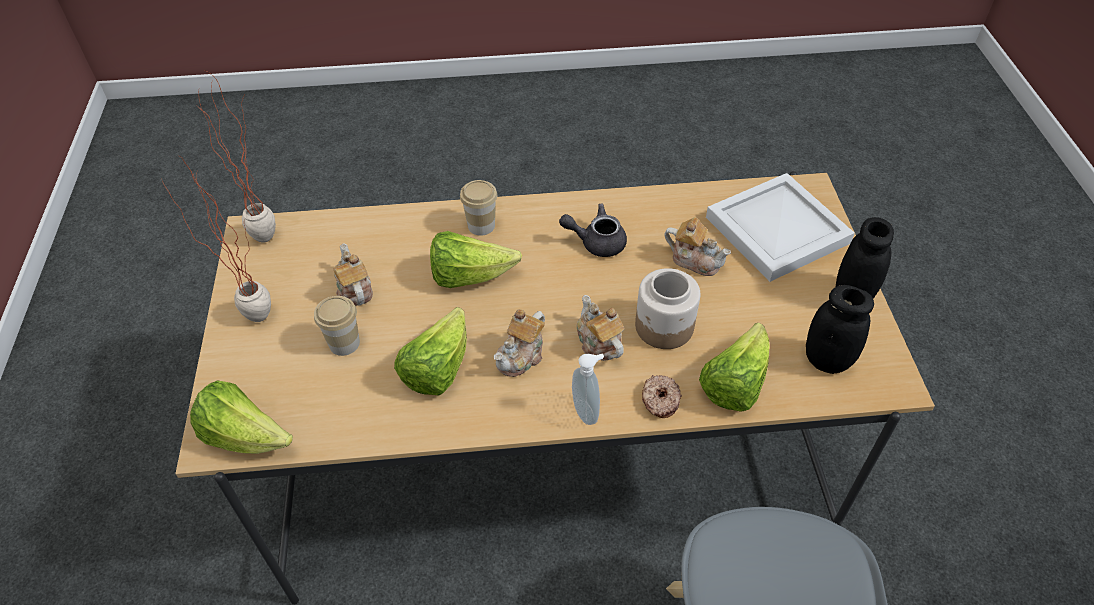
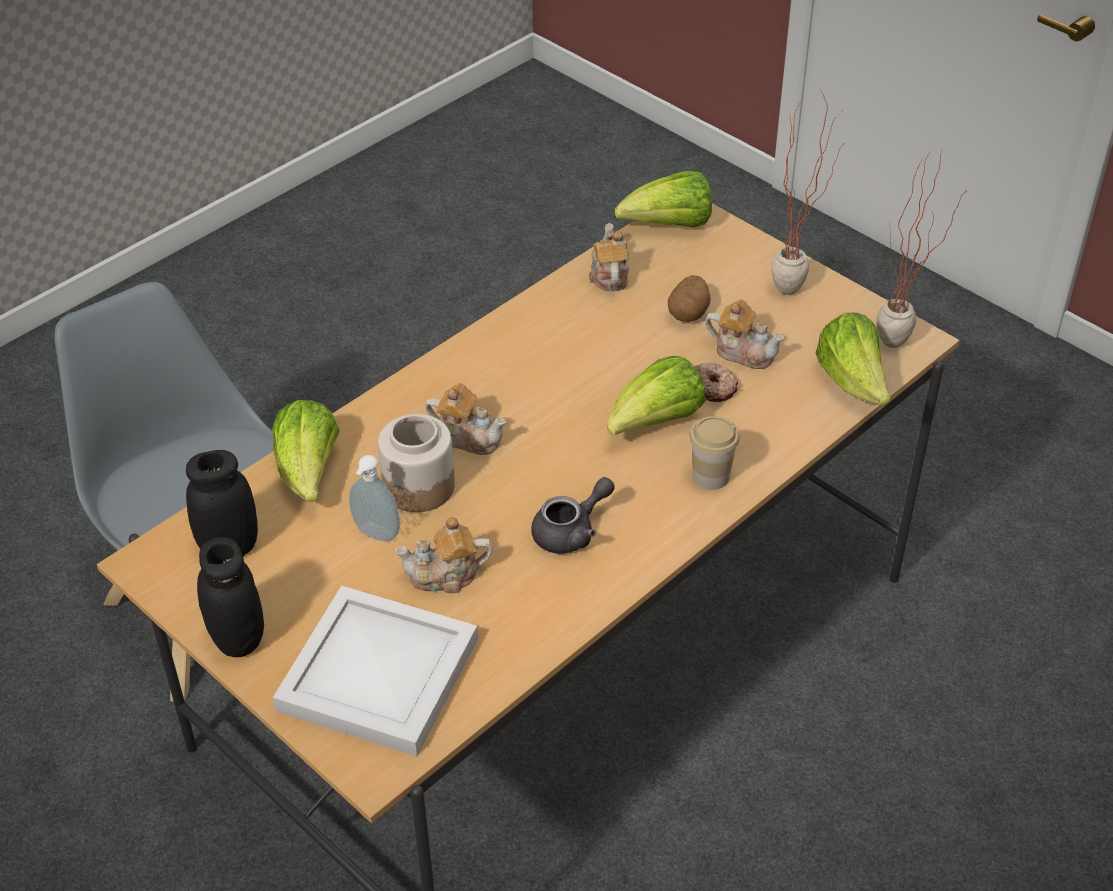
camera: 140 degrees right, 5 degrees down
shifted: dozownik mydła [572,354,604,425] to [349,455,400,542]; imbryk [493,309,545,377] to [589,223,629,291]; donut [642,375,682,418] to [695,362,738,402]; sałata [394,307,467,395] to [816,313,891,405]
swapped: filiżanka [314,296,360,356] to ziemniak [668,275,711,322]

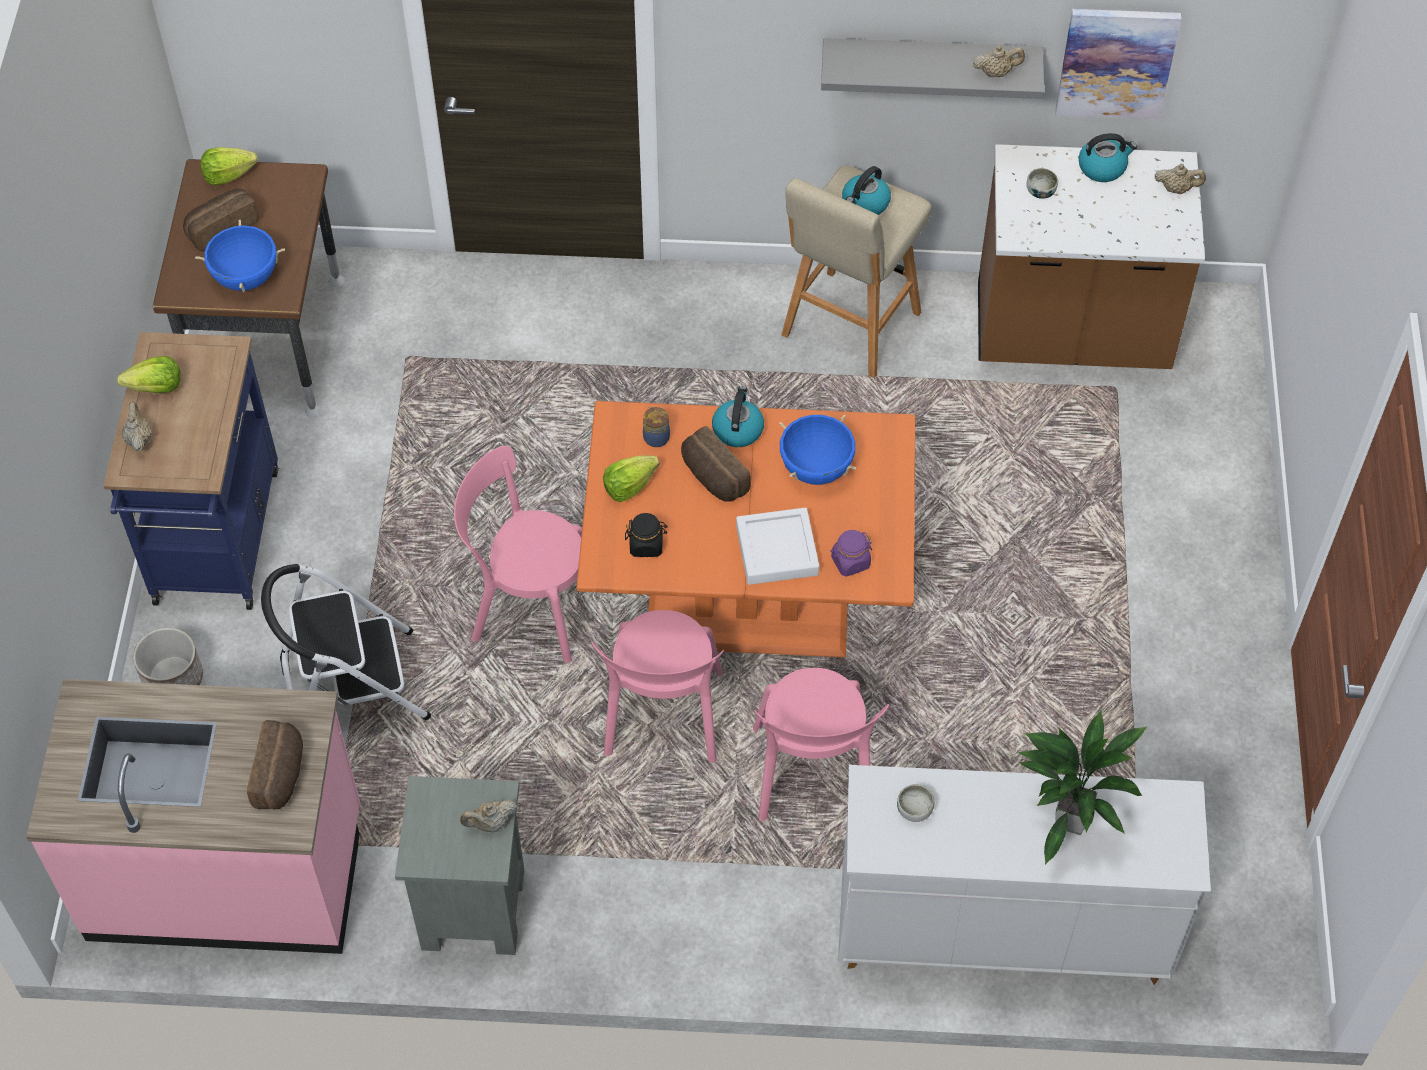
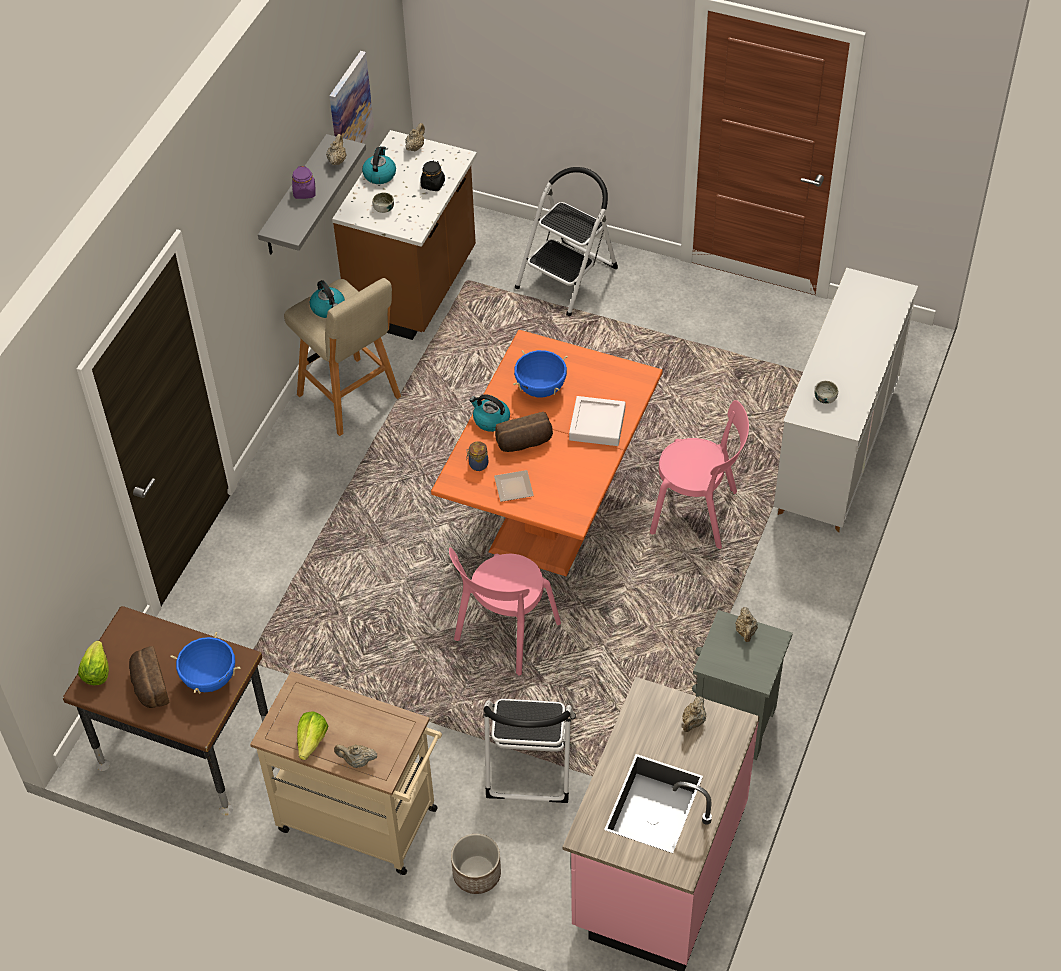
camera: 70 degrees left, 5 degrees down
gone: krzesło/różowy [591,610,724,763]; roślina doniczkowa [1018,710,1148,864]
new: drabinka [515,167,618,316]
shifted: słoik/fioletowy [831,530,872,577] to [292,166,315,199]; słoik/czarny [625,513,668,557] to [420,160,445,191]
swapped: sałata [603,456,660,502] to talerz [494,470,534,502]; chleb [247,720,303,809] to imbryk/beżowy [682,697,706,732]
repainted: wózek/niebieski [104,332,280,610] to wózek/beżowy [250,671,442,875]

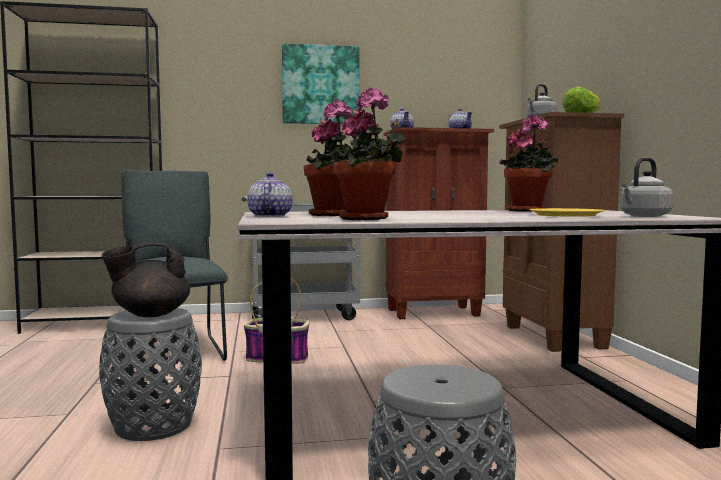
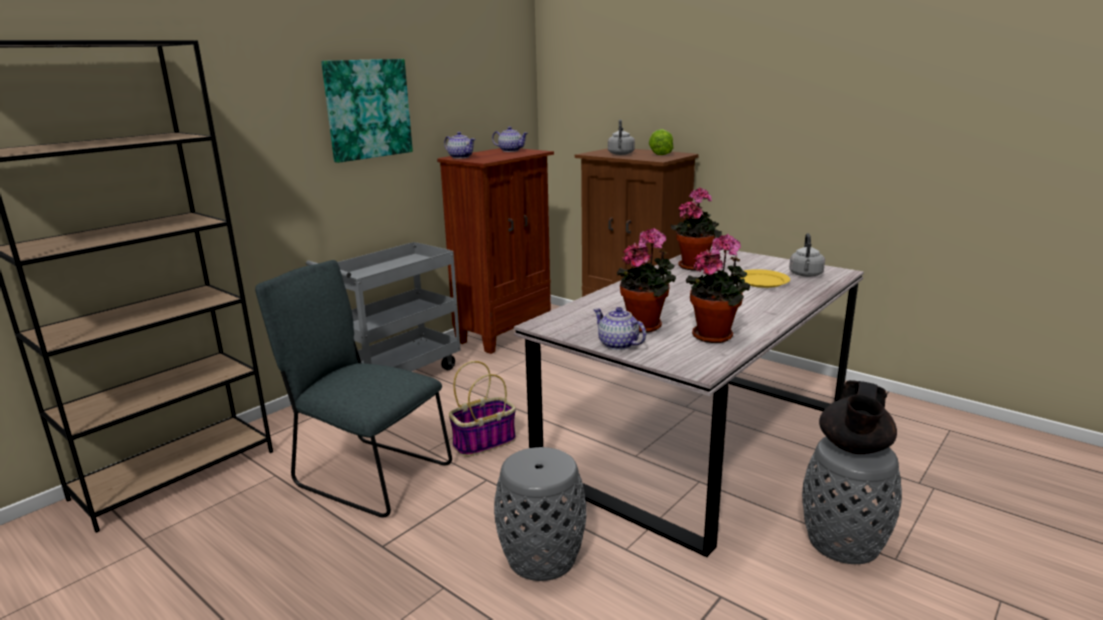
camera: 40 degrees left, 15 degrees up
shifted: imbryk/czarny [101,242,190,317] to [819,380,897,454]

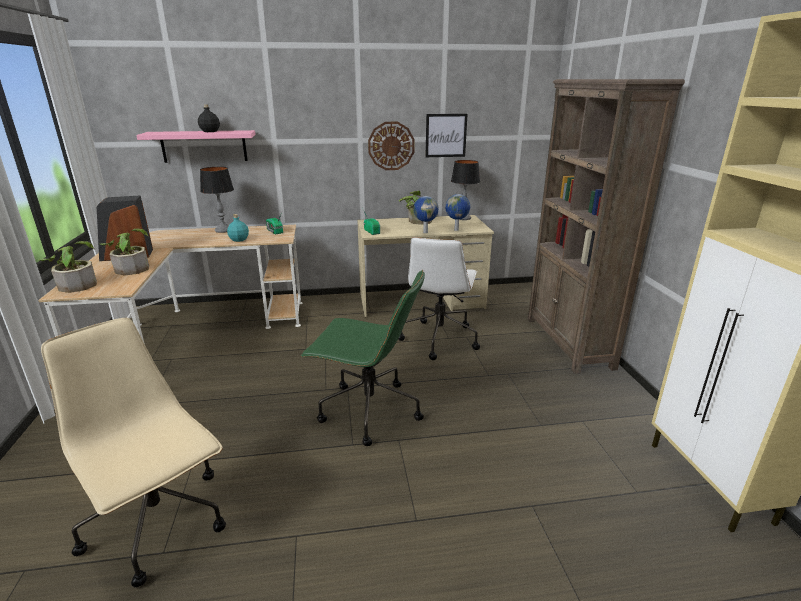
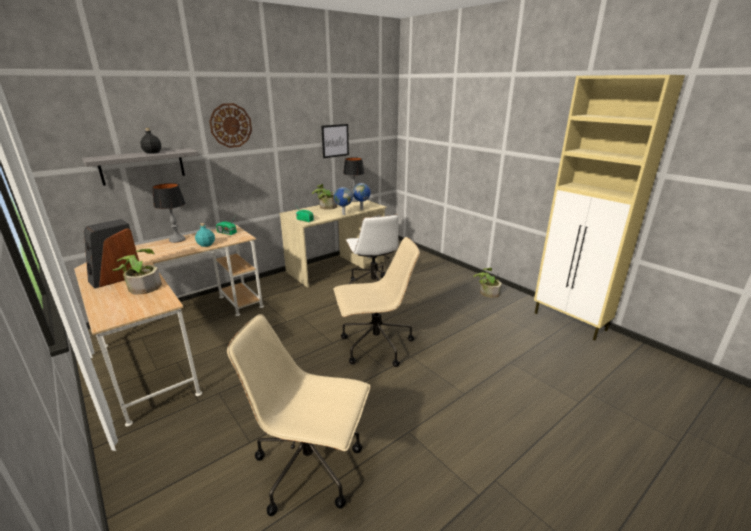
camera: 30 degrees left, 0 degrees up
gone: regał/brązowy [527,79,685,374]
shifted: zegar ścienny [368,122,415,170] to [209,103,252,148]; roślina doniczkowa [39,241,97,293] to [473,268,502,298]
repainted: półka/różowy [136,130,256,163] to półka/szary [82,148,199,186]; krzesło biurowe/zielony [301,270,425,446] to krzesło biurowe/beżowy [334,237,420,367]

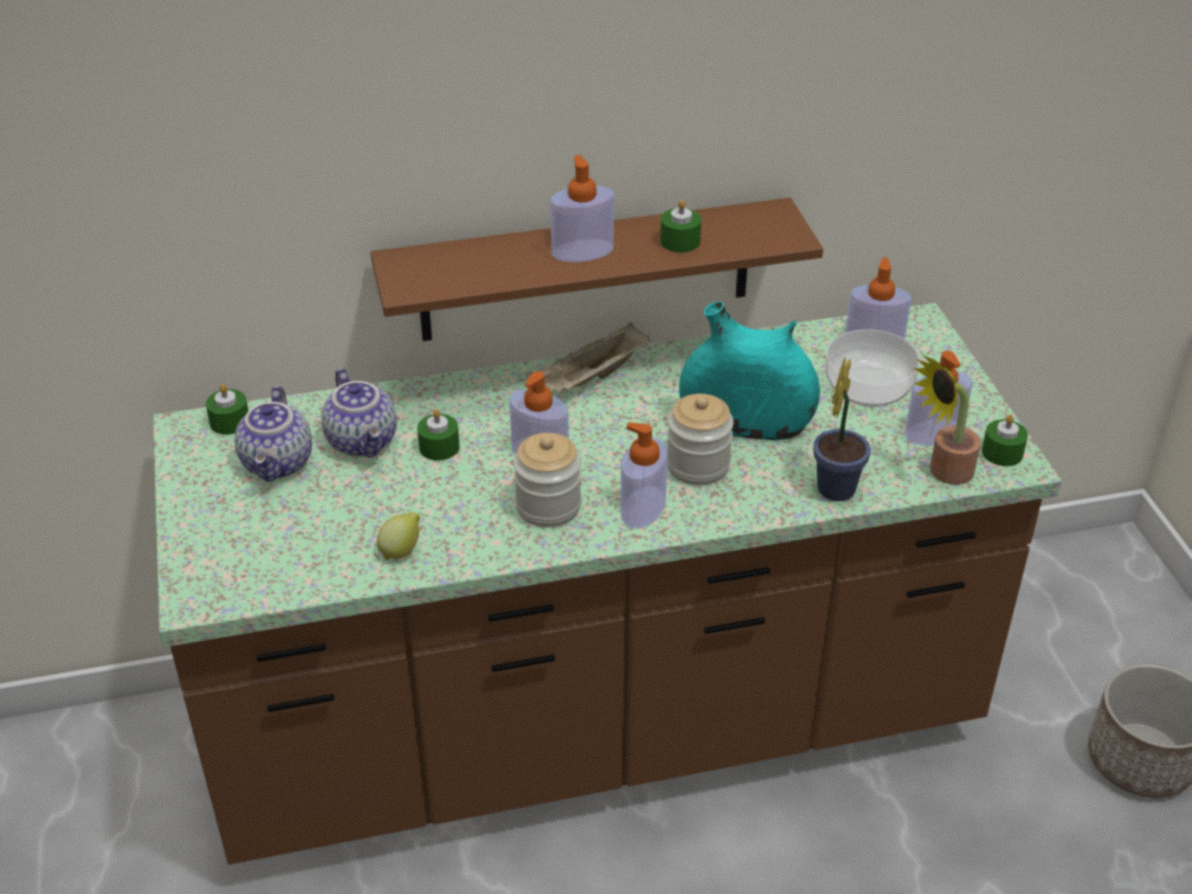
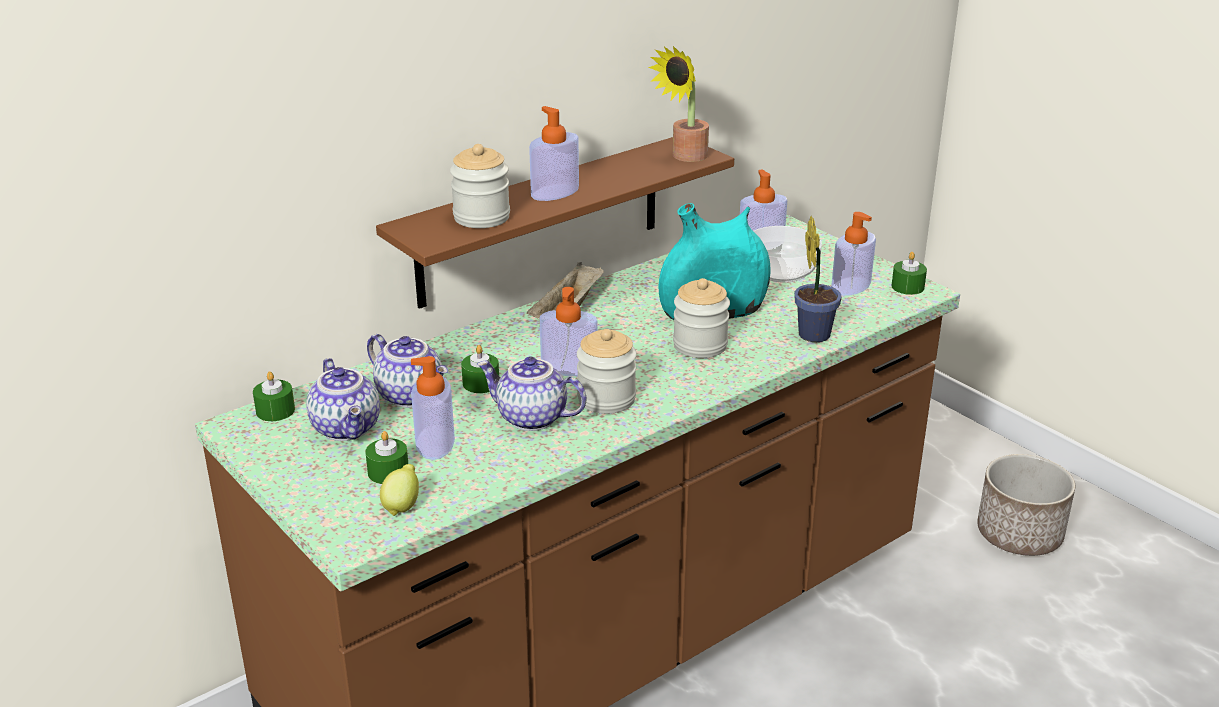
camera: 25 degrees left, 10 degrees down
new: słoik [450,144,510,228]; imbryk [477,356,586,431]
shifted: świeca/zielony [660,199,701,252] to [365,431,408,484]; cytryna [377,512,420,560] to [380,464,419,516]; dozownik mydła [620,422,668,529] to [411,356,455,460]; roślina doniczkowa [913,355,981,485] to [648,46,709,162]

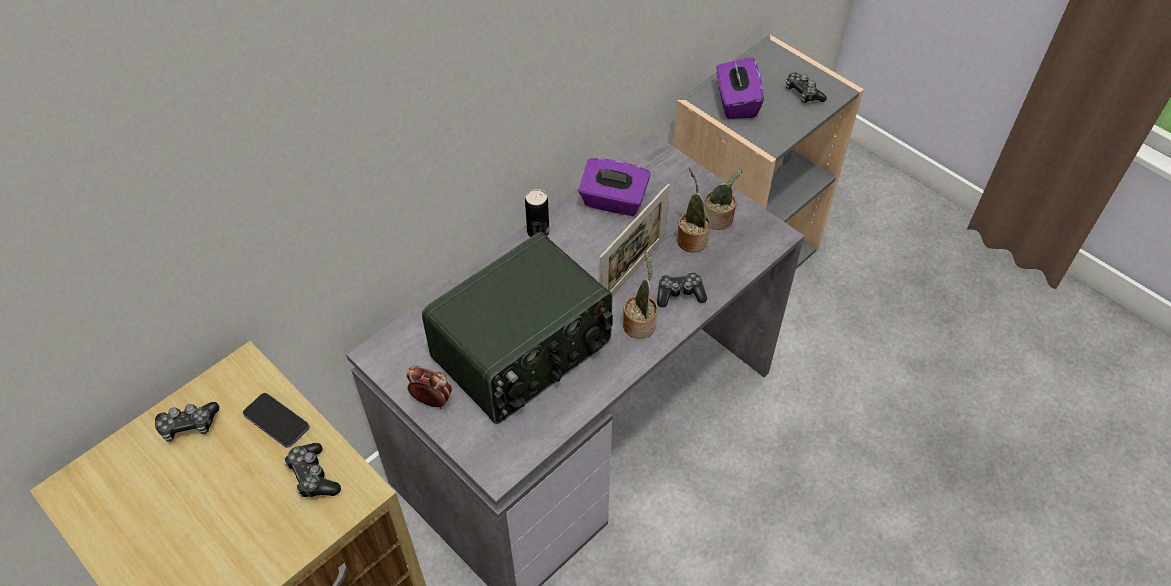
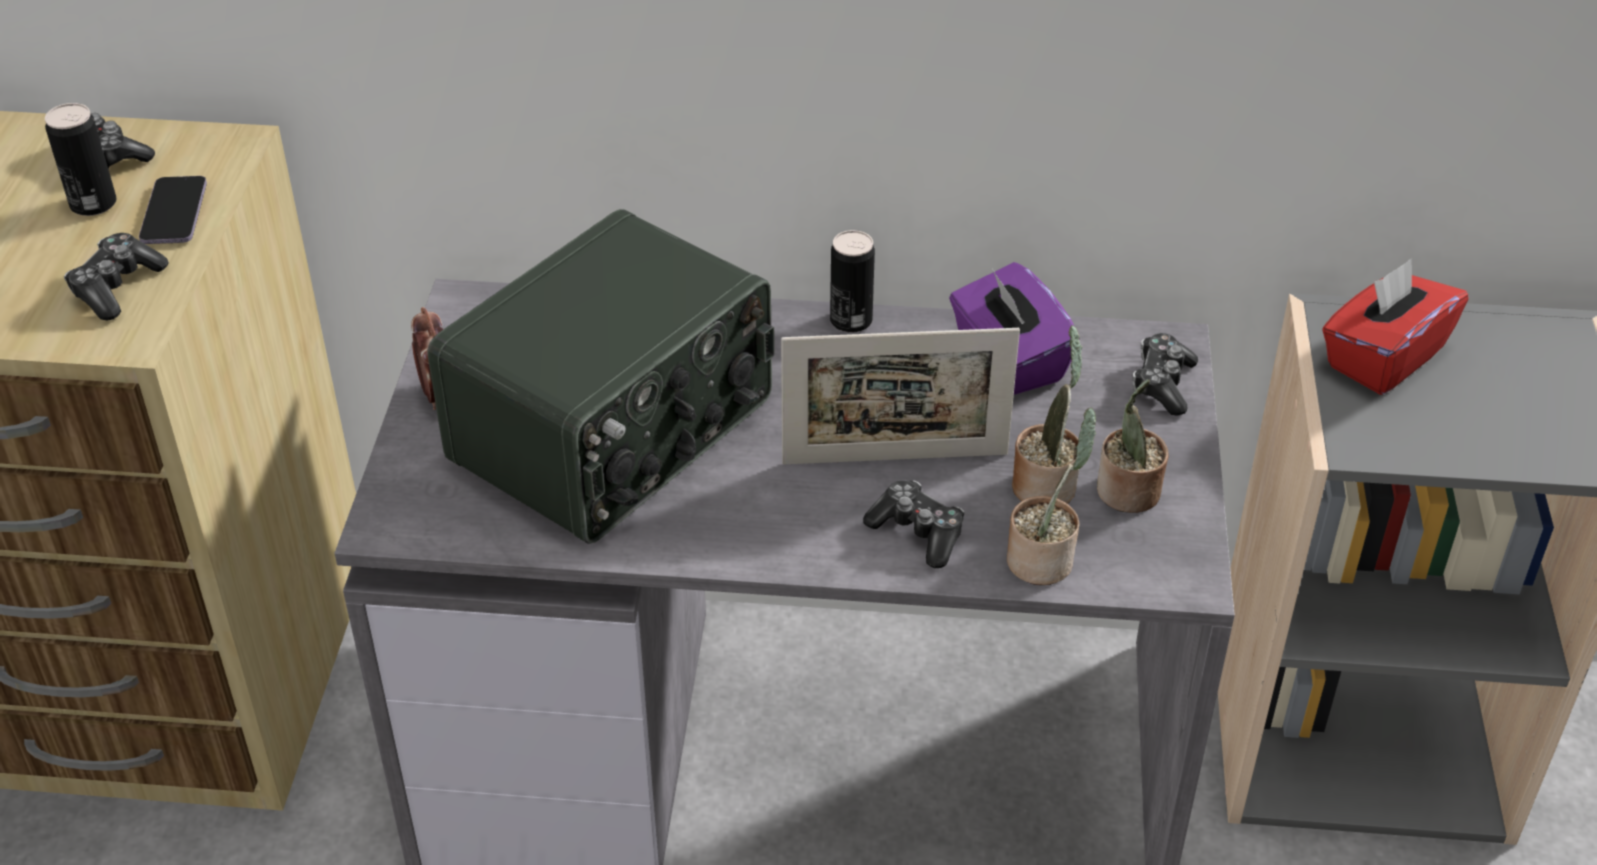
camera: 50 degrees right, 10 degrees down
new: puszka [45,103,117,216]
shifted: roślina doniczkowa [623,251,658,339] to [1007,408,1096,585]; pad do gier [786,72,827,103] to [1132,333,1198,416]
repainted: pudełko chusteczek/fioletowy [717,57,764,119] to pudełko chusteczek/czerwony [1322,259,1468,395]
rotated: radio [422,232,613,424] = [428,209,775,544] 60 degrees counterclockwise

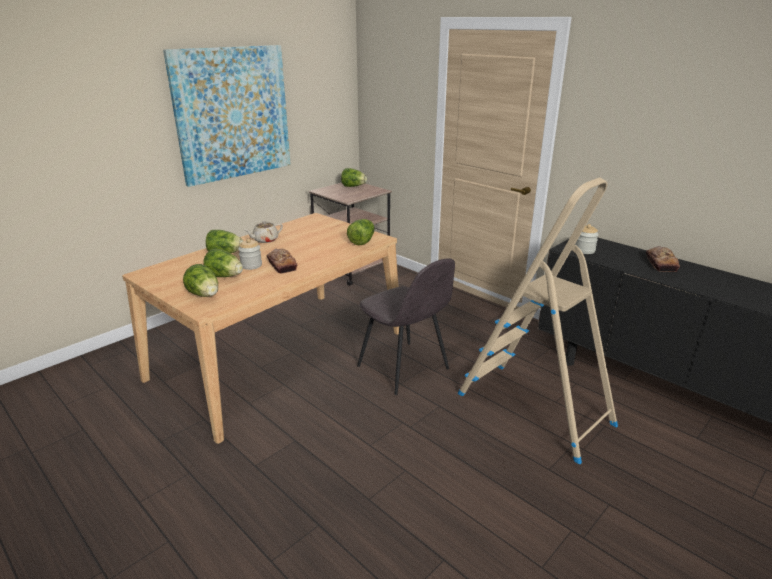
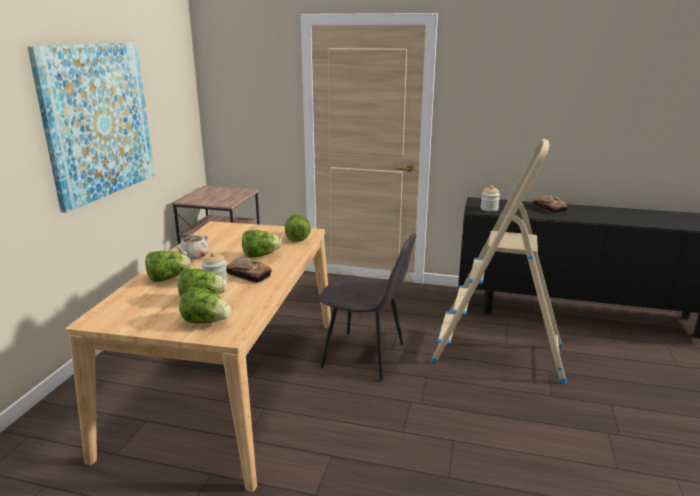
camera: 30 degrees left, 5 degrees down
shifted: sałata [341,168,367,187] to [242,230,282,258]

